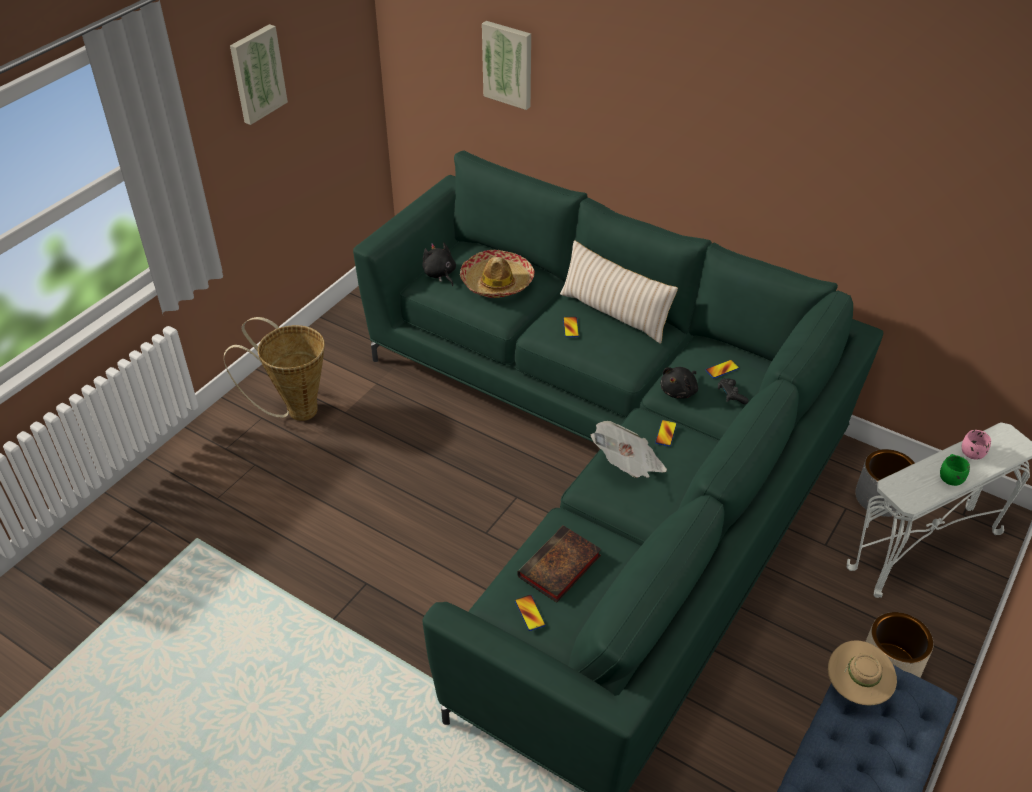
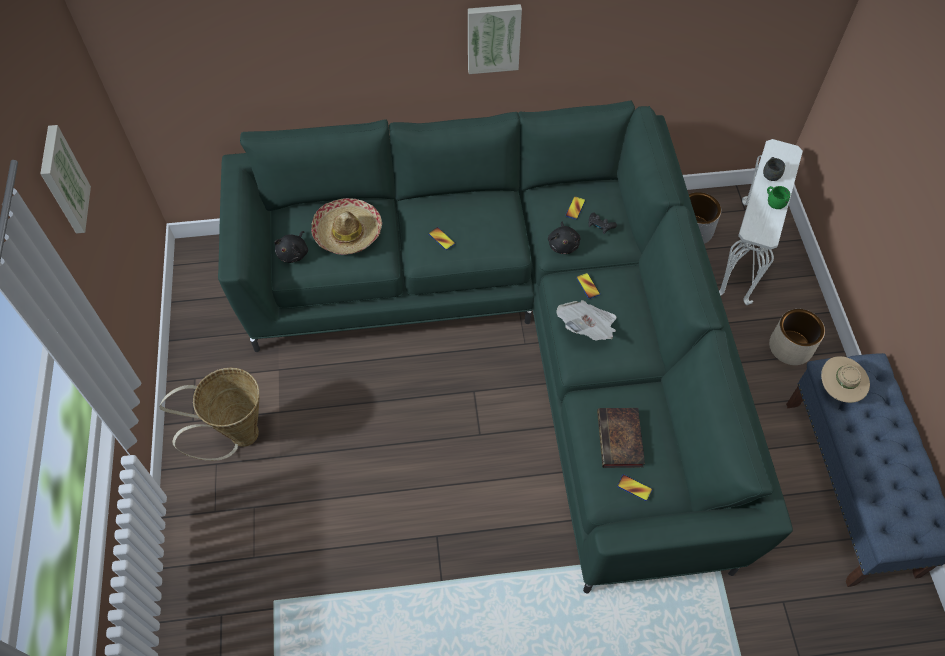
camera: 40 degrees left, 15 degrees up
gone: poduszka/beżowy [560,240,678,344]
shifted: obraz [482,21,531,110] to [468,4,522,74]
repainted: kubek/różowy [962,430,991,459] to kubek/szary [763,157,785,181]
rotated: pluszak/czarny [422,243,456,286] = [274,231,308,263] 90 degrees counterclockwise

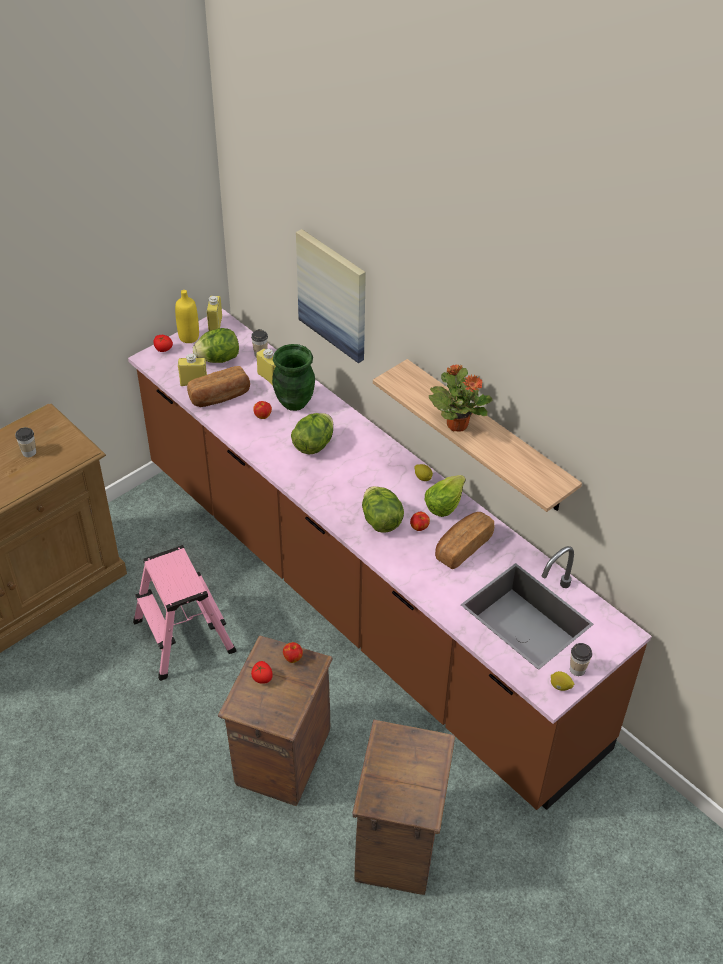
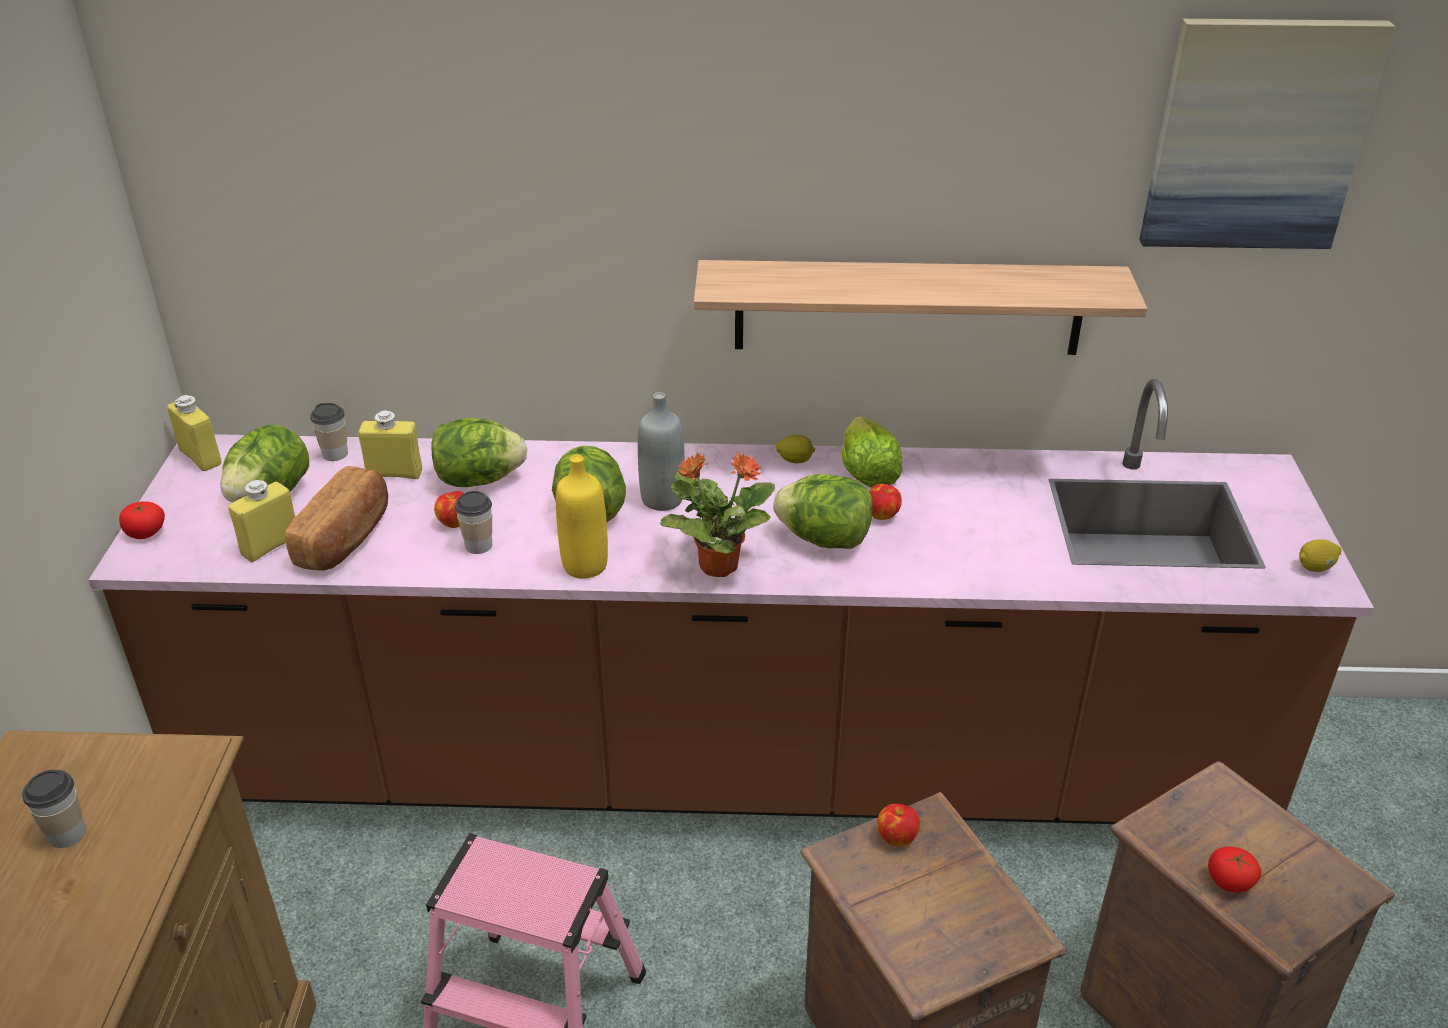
camera: 45 degrees left, 10 degrees down
gone: chleb [435,512,494,569]
new: butelka/szary [638,392,685,511]
shifted: filiżanka [570,643,592,676] to [455,491,492,554]; butelka/żółty [175,290,199,343] to [556,455,608,579]; roślina doniczkowa [429,364,492,432] to [660,453,775,577]; obraz [296,229,366,363] to [1139,19,1395,249]; pomidor [251,661,273,684] to [1208,847,1261,893]
swapped: wazon/zielony [272,344,315,411] to sałata [432,418,527,487]

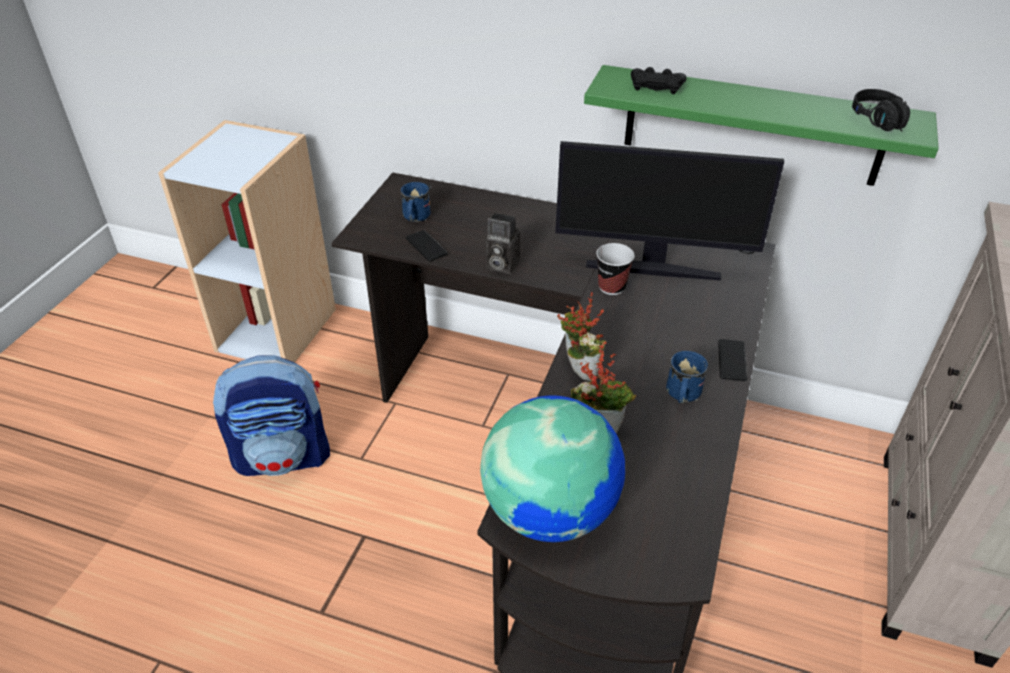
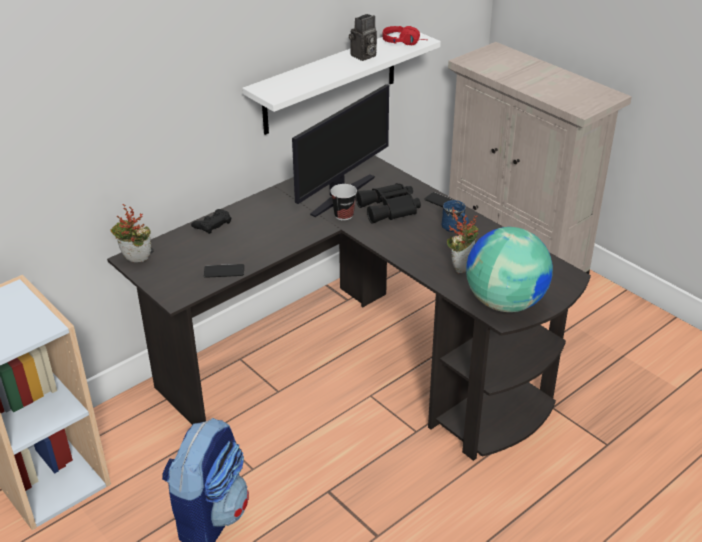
camera: 60 degrees left, 5 degrees down
gone: kubek/niebieski [401,182,431,222]
new: lornetka/czarny [356,183,421,223]
shifted: roślina doniczkowa [557,292,605,381] to [110,204,151,262]; pad do gier/czarny [631,67,687,94] to [191,209,232,234]; aparat fotograficzny [486,212,520,274] to [349,14,377,61]
repainted: półka/zielony [584,65,939,186] to półka/biały [242,32,441,135]; słuchawki/czarny [852,89,910,131] to słuchawki/czerwony [382,26,427,45]

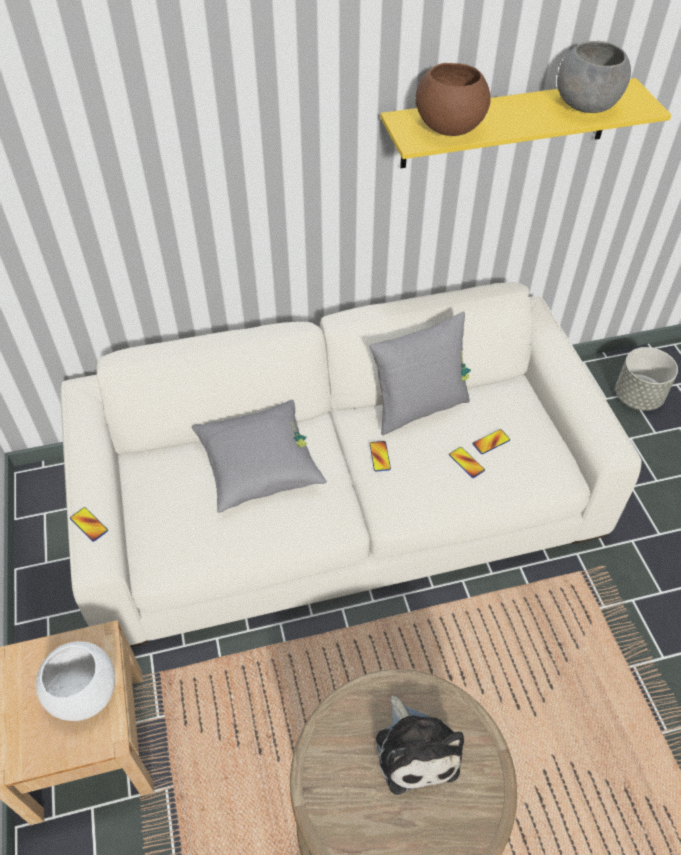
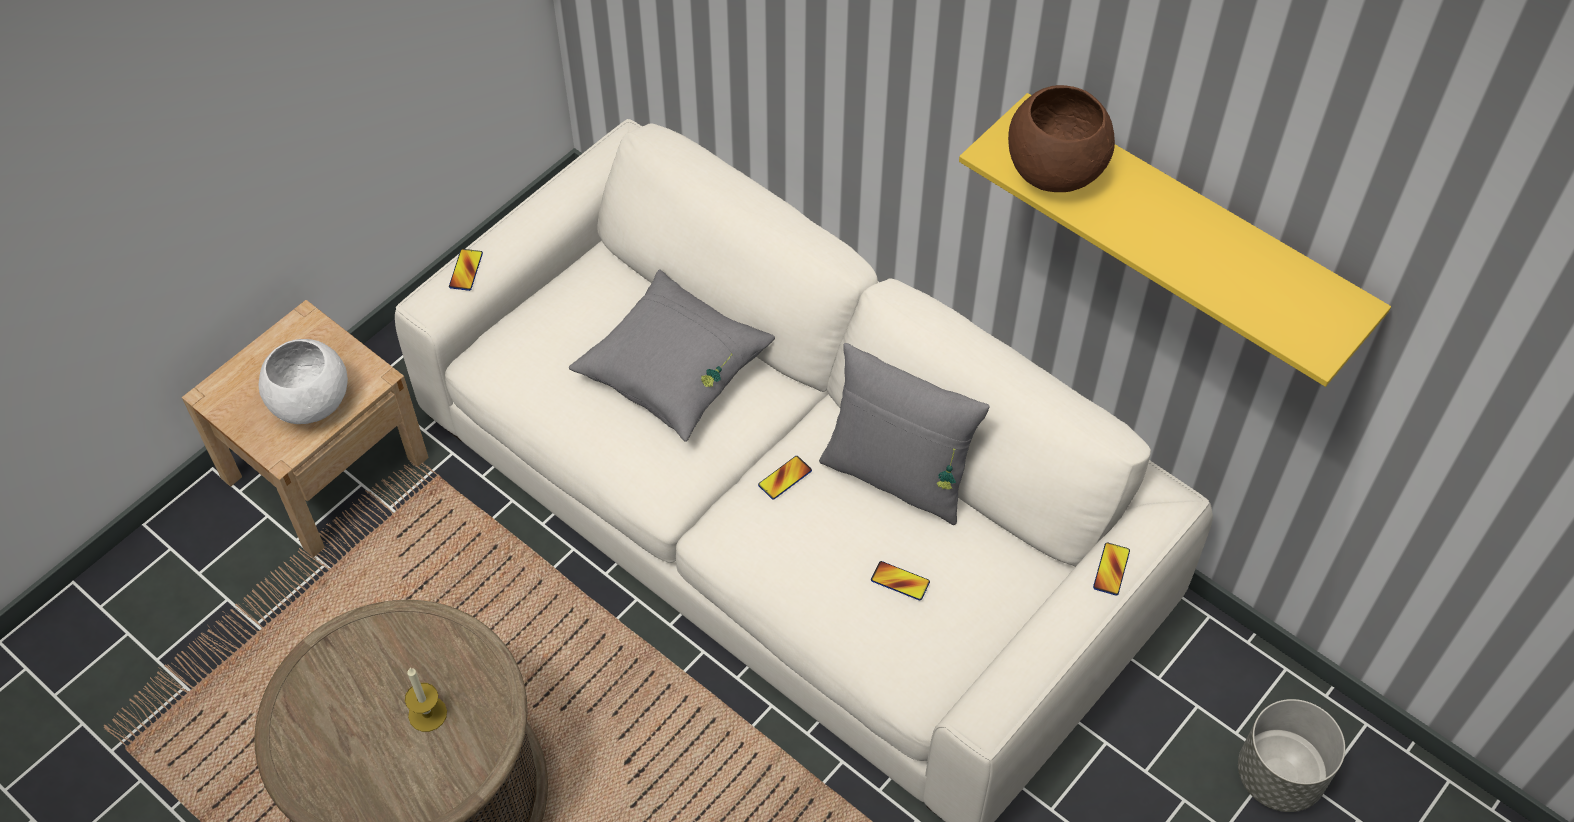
camera: 55 degrees right, 5 degrees up
gone: miska/szary [557,41,631,113]
shifted: telefon [449,447,485,478] to [1093,542,1130,596]
swapped: pluszak [376,696,464,795] to świeca [405,668,447,732]

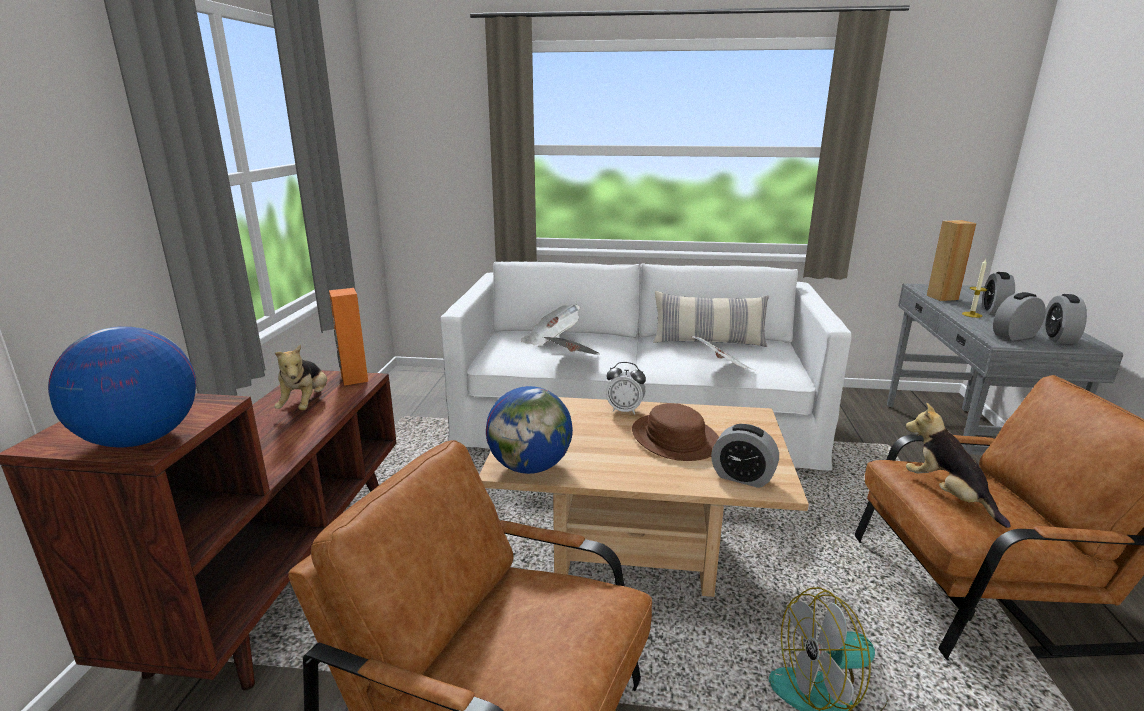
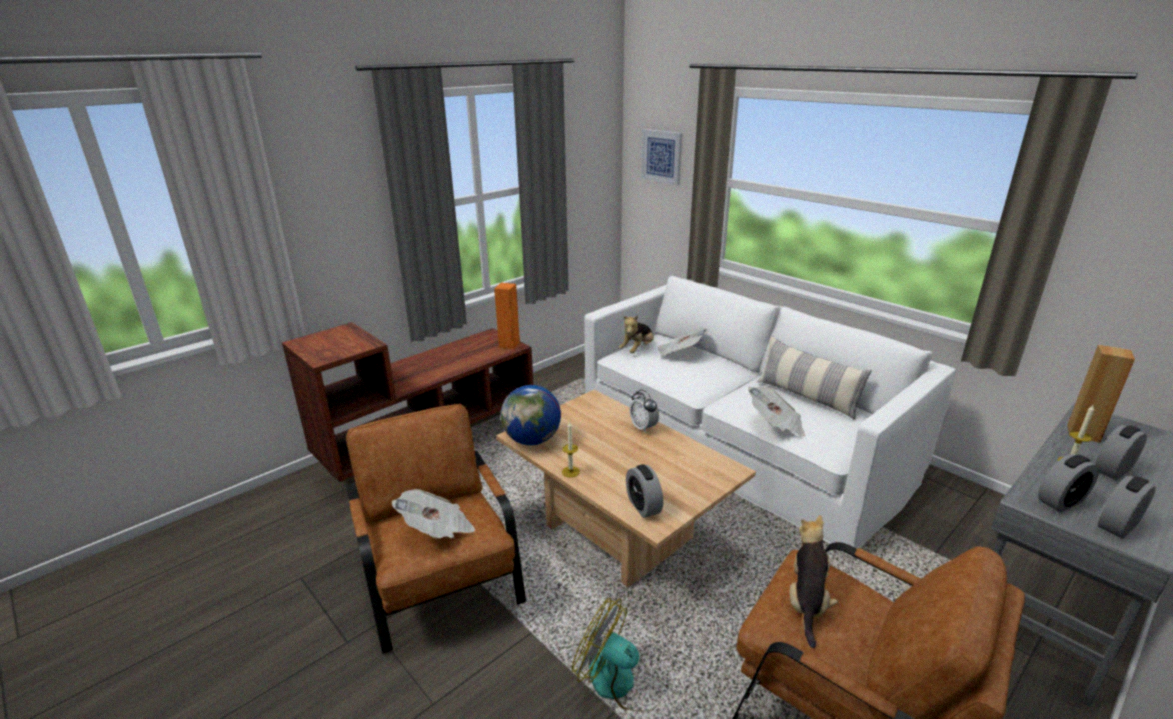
camera: 40 degrees right, 5 degrees up
gone: globus [48,326,196,448]; kapelusz/brązowy [632,403,719,461]
new: świeca [562,421,580,478]; obraz [641,129,682,185]
shifted: gazeta [543,337,598,355] to [392,489,476,539]; pluszak [275,344,327,410] to [619,315,654,353]
rotated: budzik [993,292,1046,341] = [1038,454,1099,513] 135 degrees clockwise

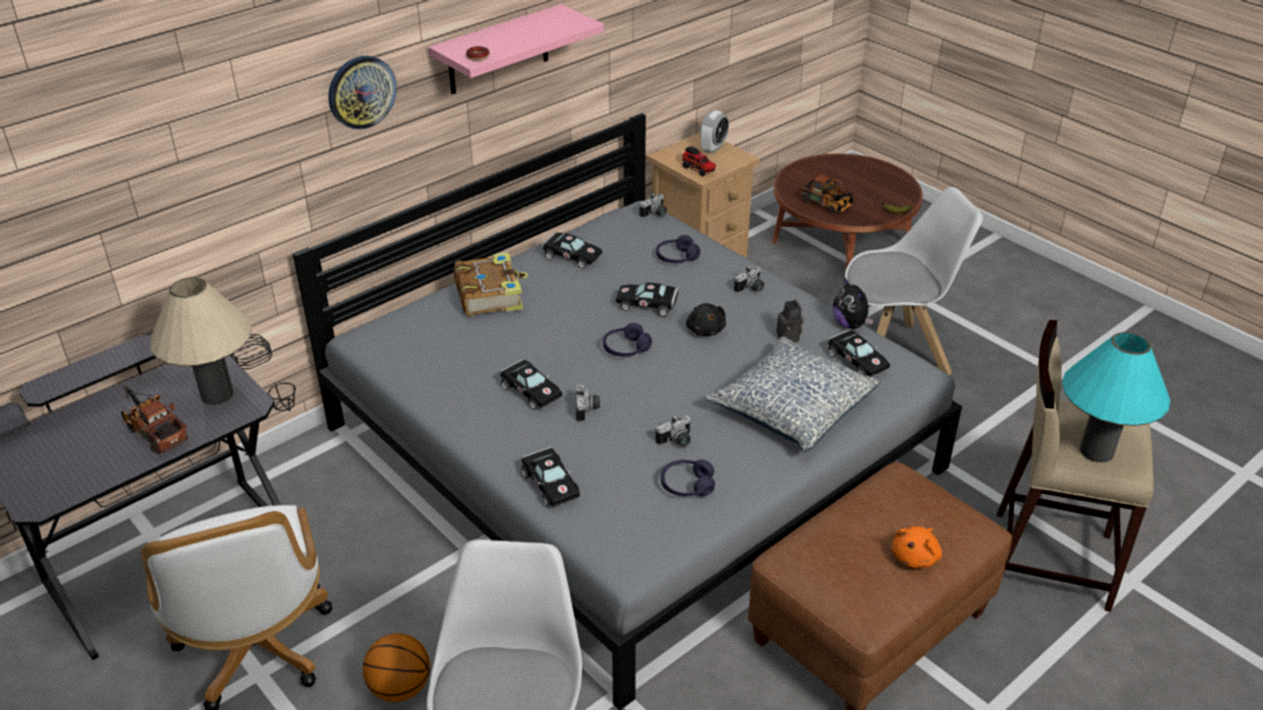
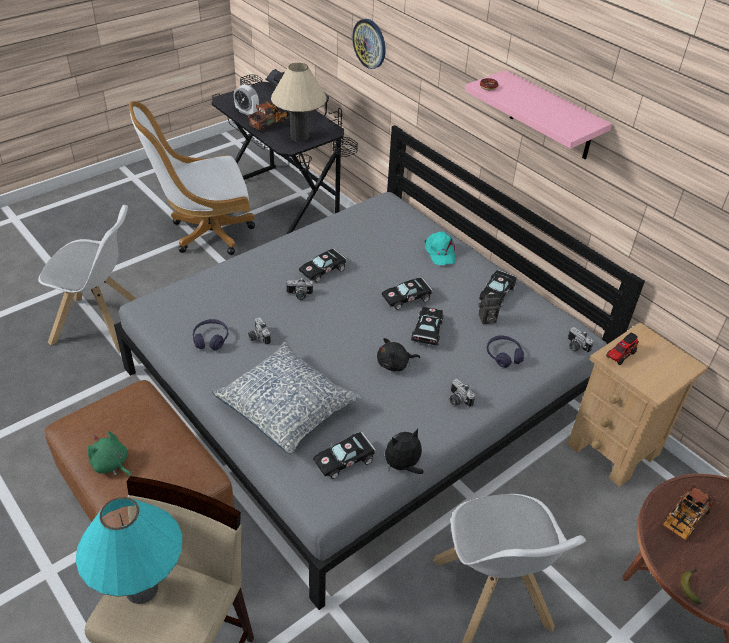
camera: 90 degrees right, 5 degrees up
gone: piłka do koszykówki [363,633,430,702]; słuchawki/fioletowy [603,323,652,357]
shifted: budzik [700,110,729,153] to [234,84,259,115]; zegar ścienny [328,56,397,130] to [352,19,386,69]; samochodzik/czarny [521,447,580,507] to [382,278,433,310]; aparat fotograficzny [776,299,804,342] to [479,293,500,324]
swapped: książka [454,252,528,316] to czapka z daszkiem/turkusowy [424,232,456,265]
repainted: pluszak/pomarańczowy [892,526,942,568] to pluszak/zielony [88,431,132,476]

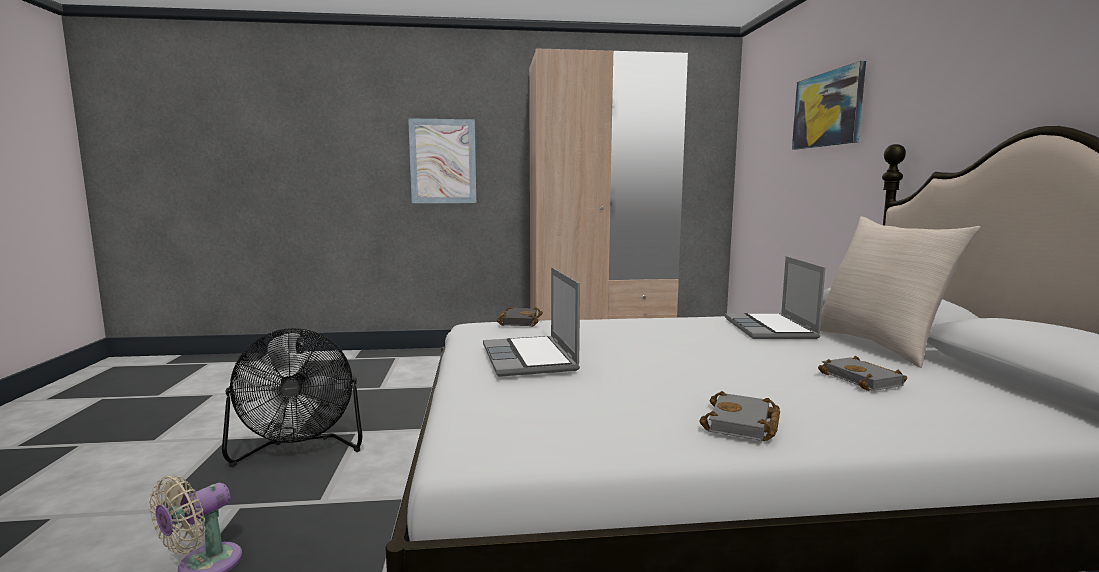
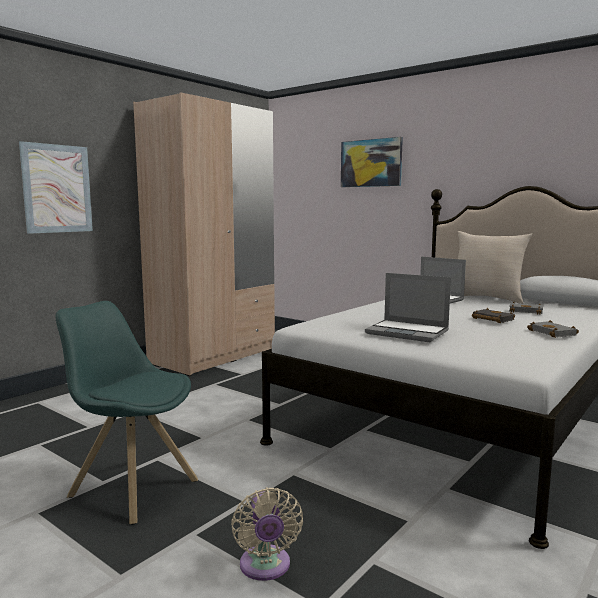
camera: 45 degrees left, 0 degrees up
shifted: książka/czarny [497,306,543,327] to [472,308,515,323]
swapped: wentylator/czarny [222,328,362,467] to krzesło/turkusowy [56,301,198,525]

